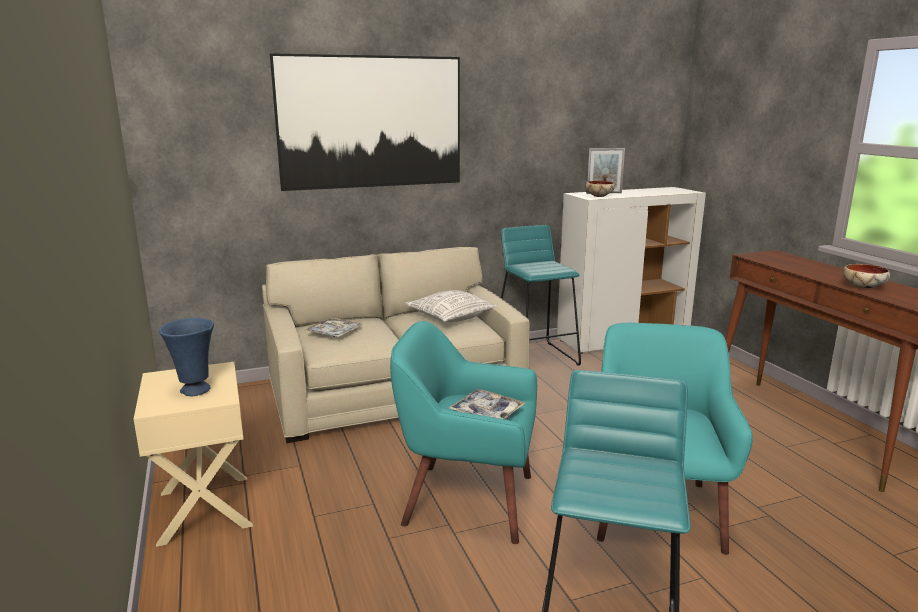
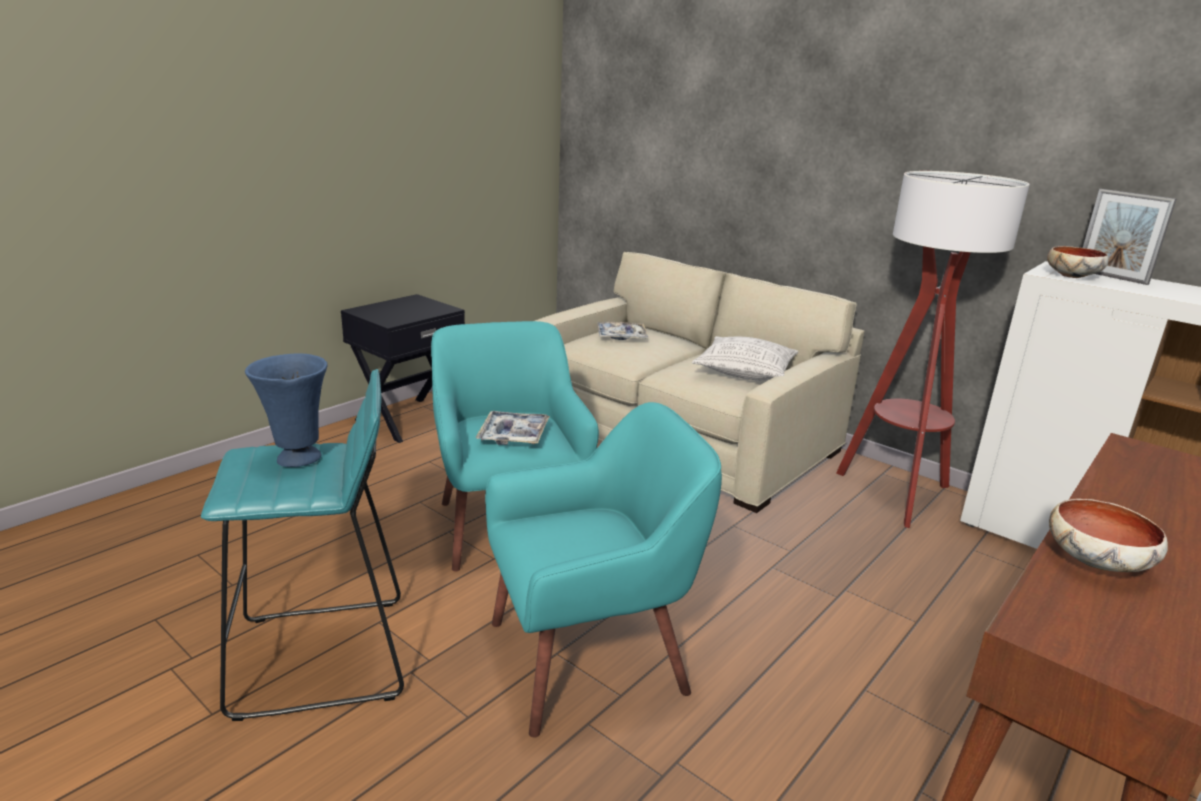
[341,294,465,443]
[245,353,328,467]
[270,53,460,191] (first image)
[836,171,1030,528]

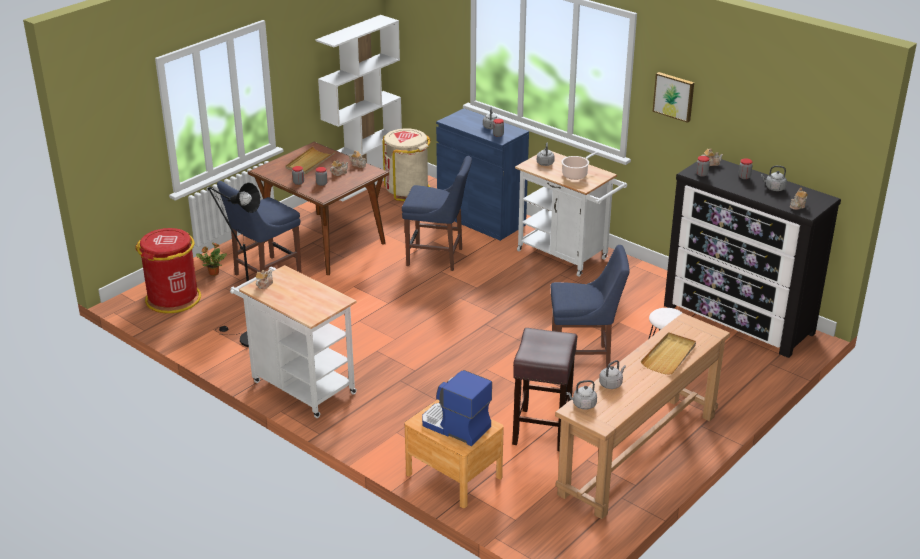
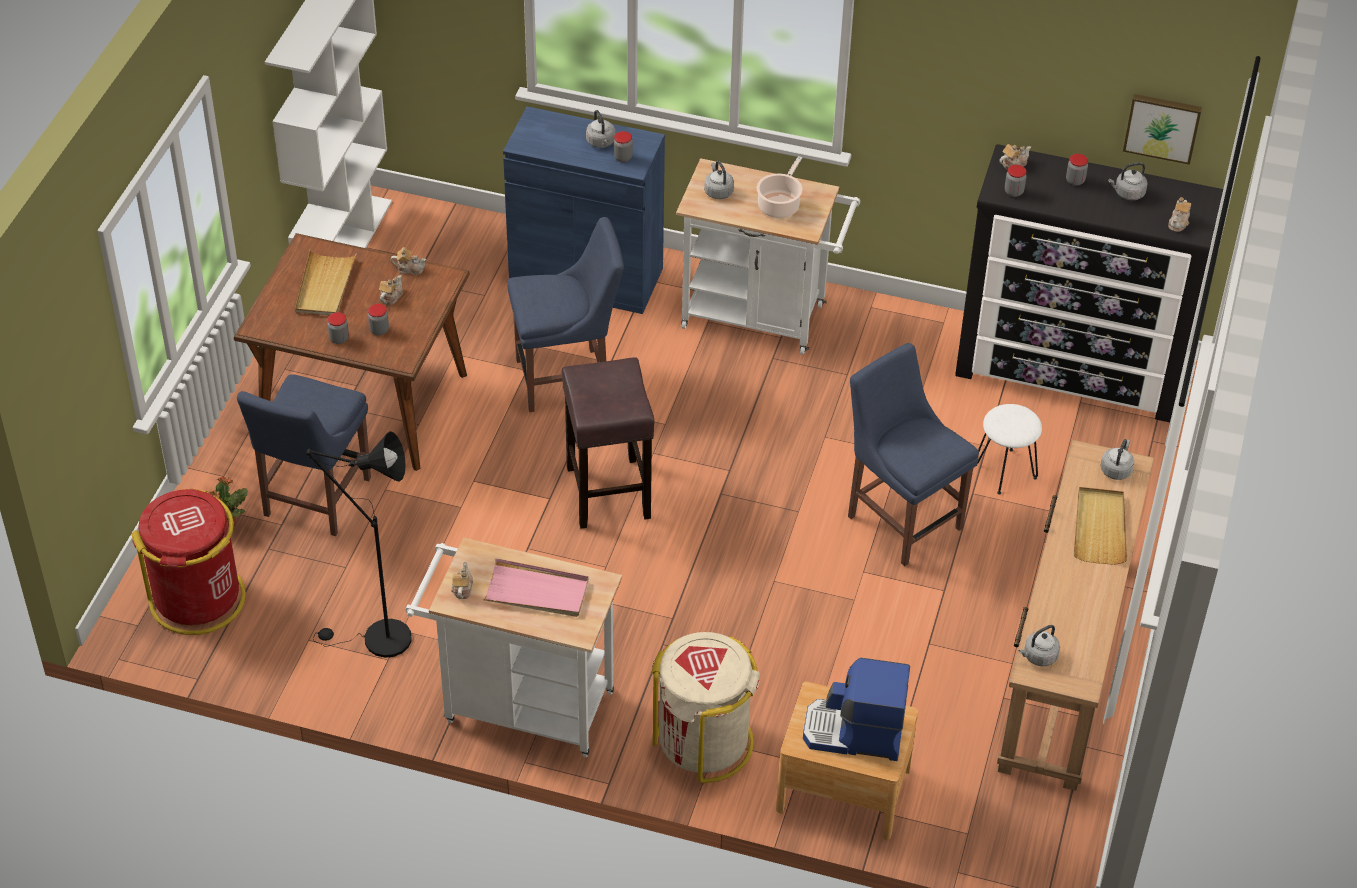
[652,632,760,783]
[562,357,654,528]
[848,343,979,566]
[1101,439,1134,480]
[1123,94,1202,165]
[483,558,589,617]

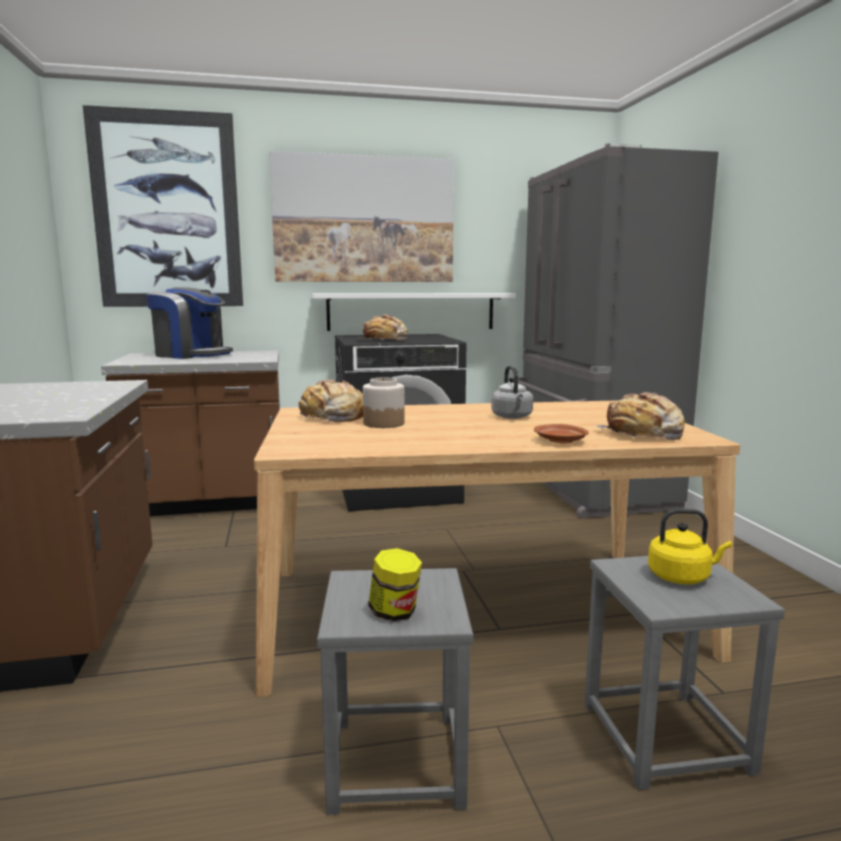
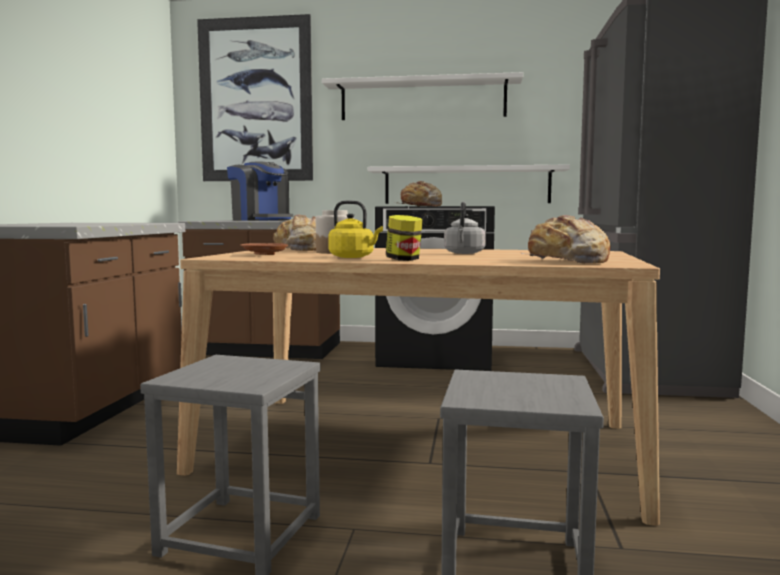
[322,72,523,120]
[386,215,423,261]
[240,243,288,255]
[328,200,383,258]

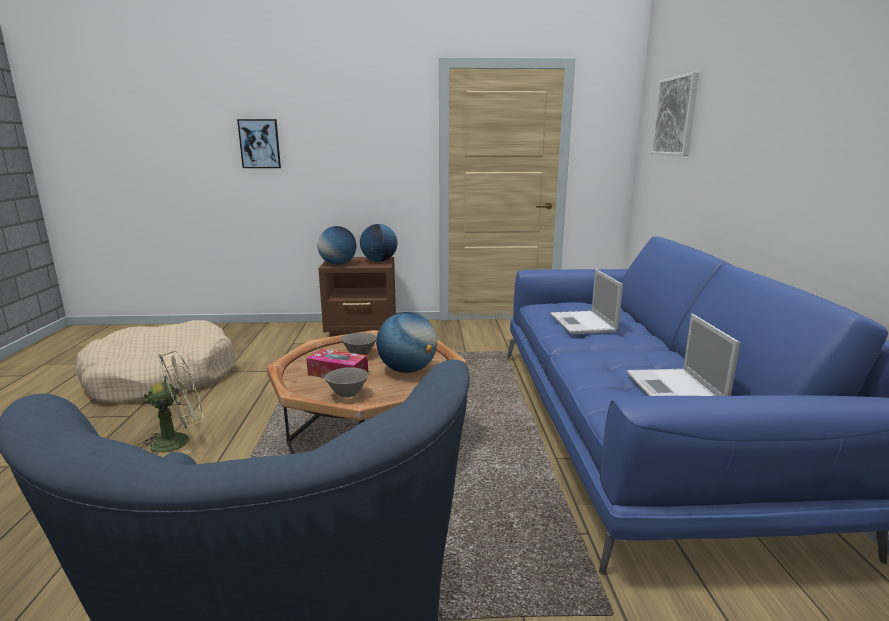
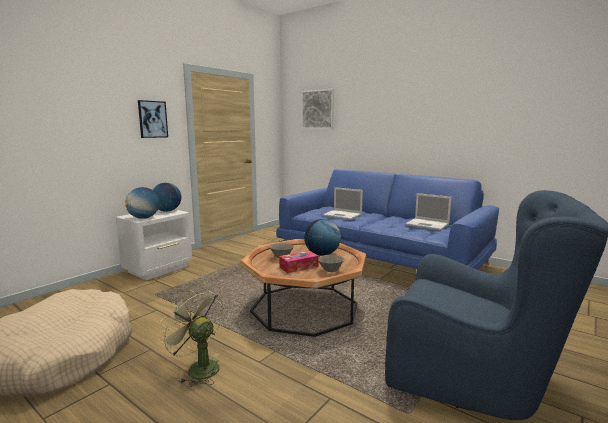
[159,289,223,387]
[138,100,168,138]
[116,209,192,280]

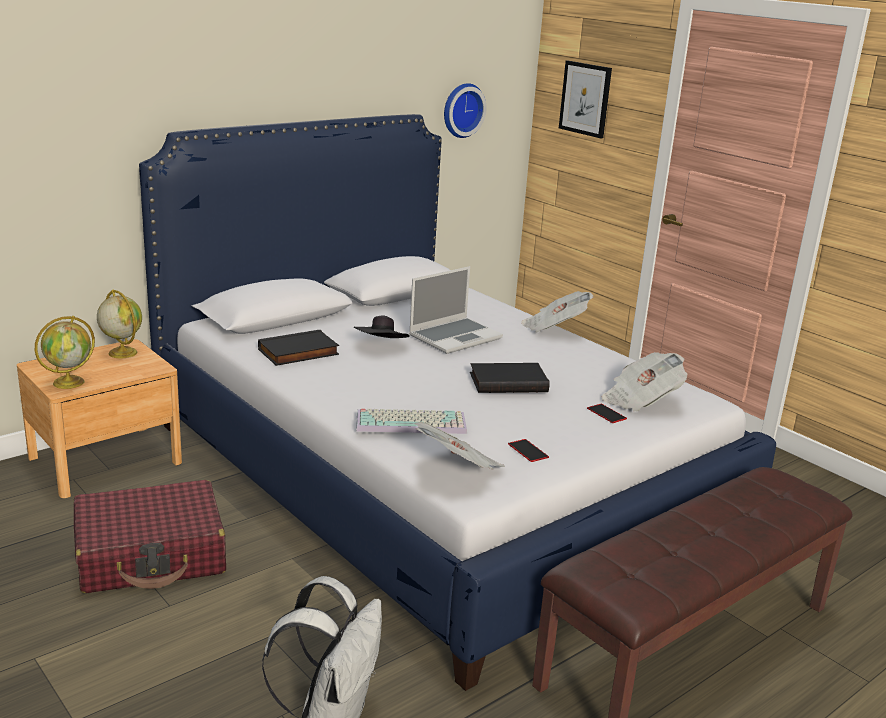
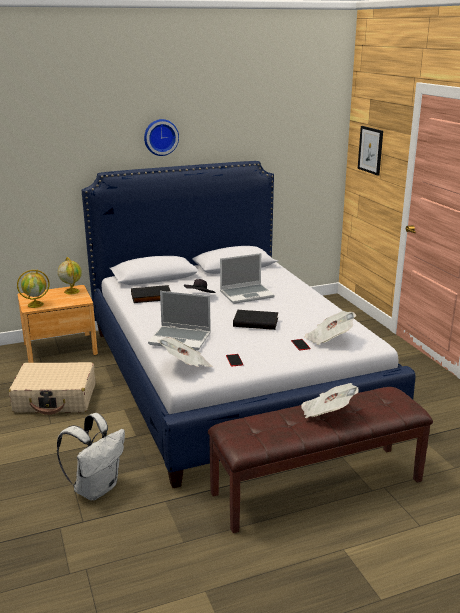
[9,362,96,415]
[148,291,211,351]
[144,119,179,156]
[301,383,359,418]

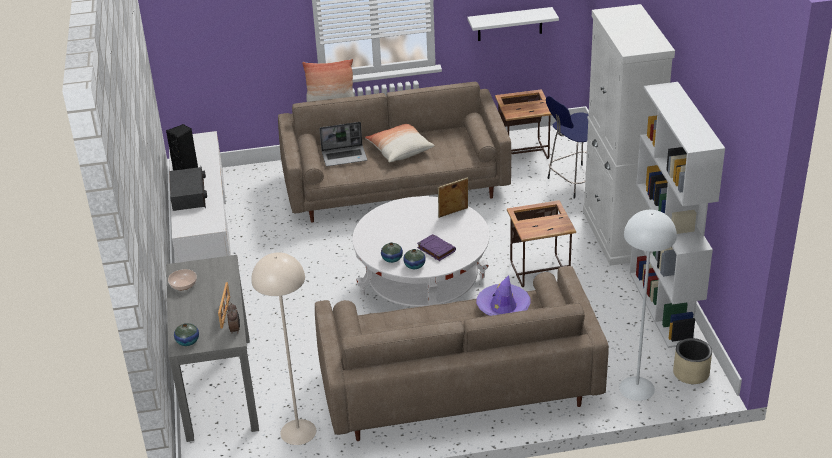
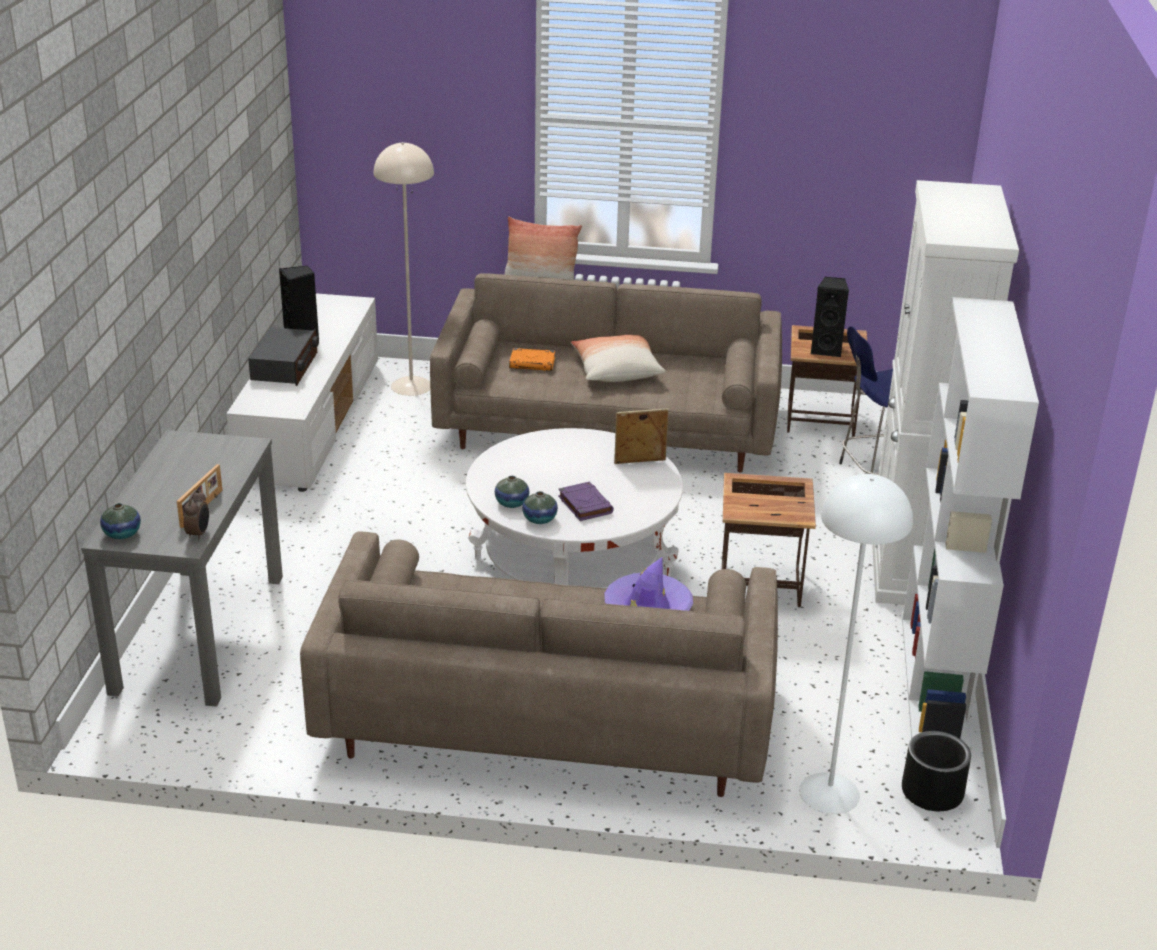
[168,269,197,290] (first image)
[374,142,434,396]
[509,348,555,371]
[467,7,559,41] (first image)
[902,731,971,811]
[811,277,849,357]

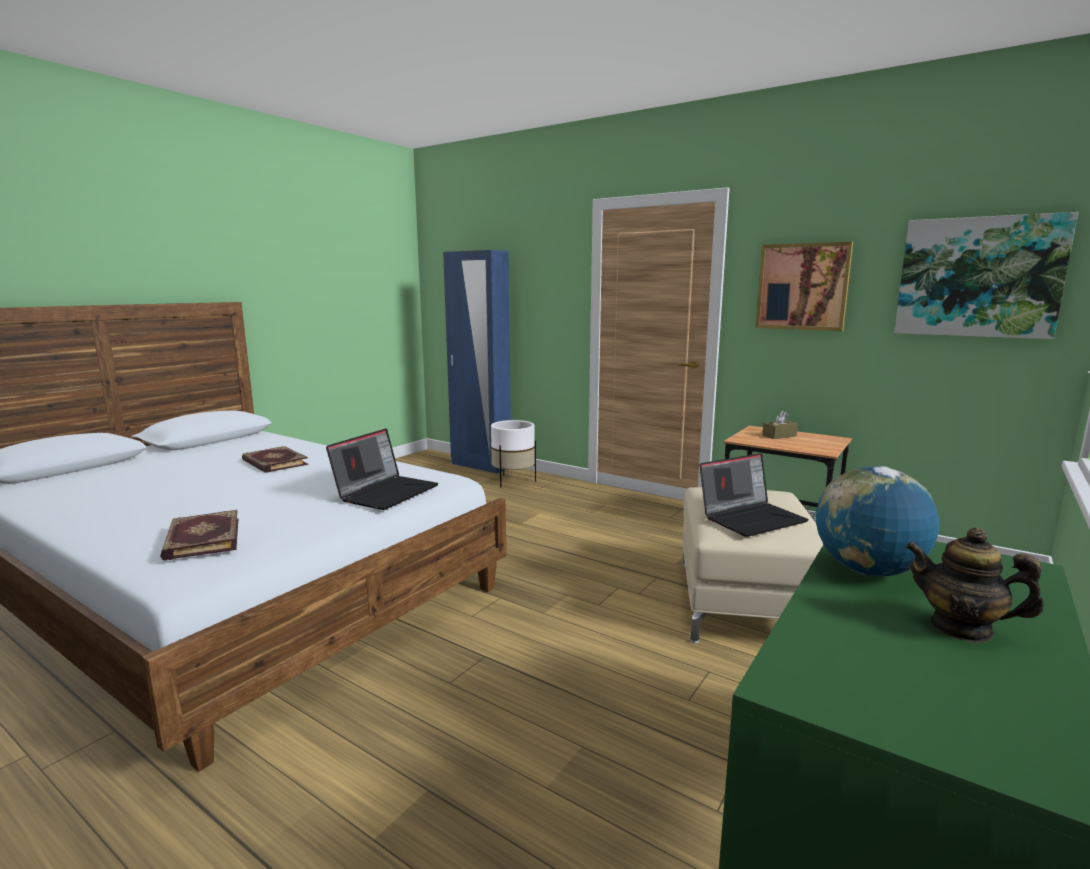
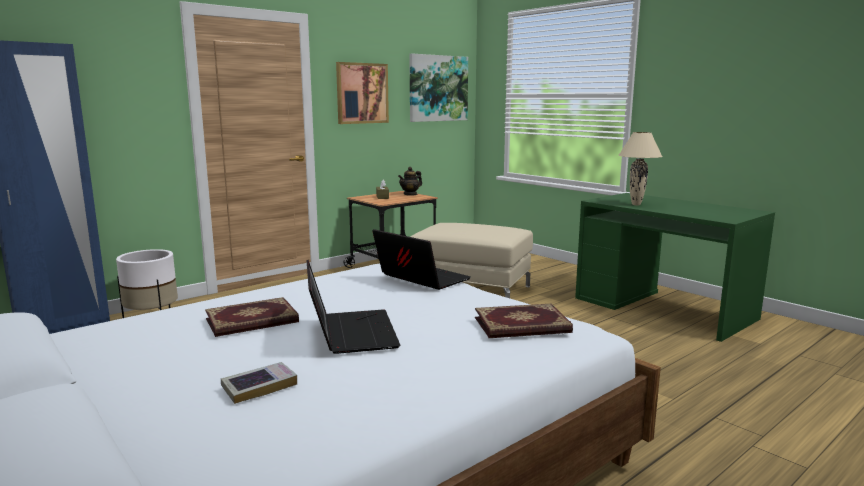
[307,260,400,354]
[618,132,663,205]
[398,167,422,196]
[221,362,297,404]

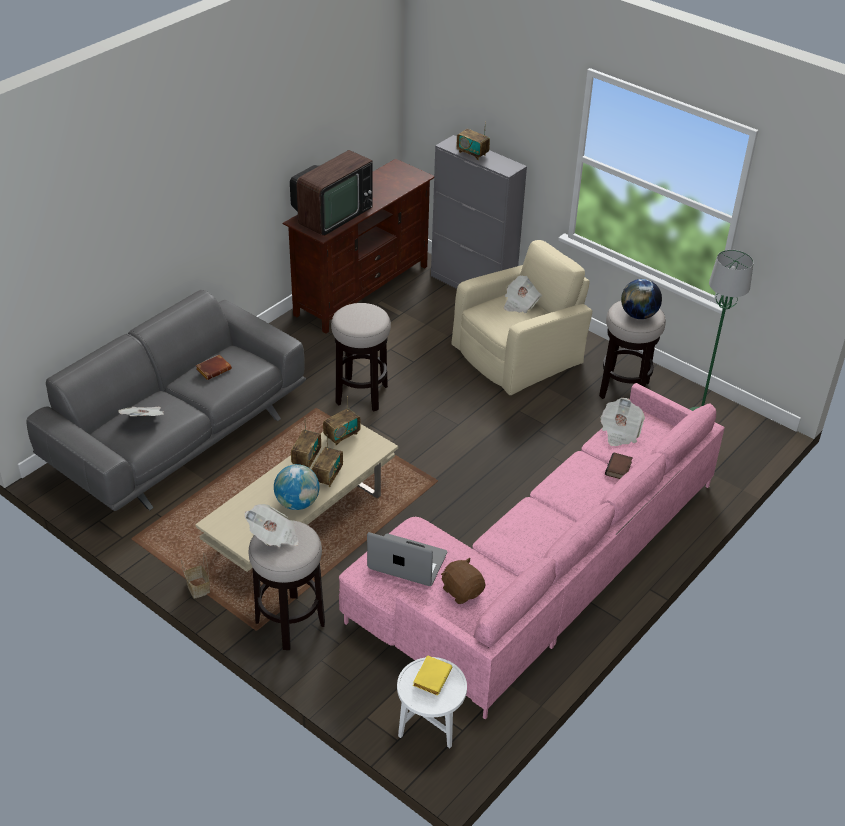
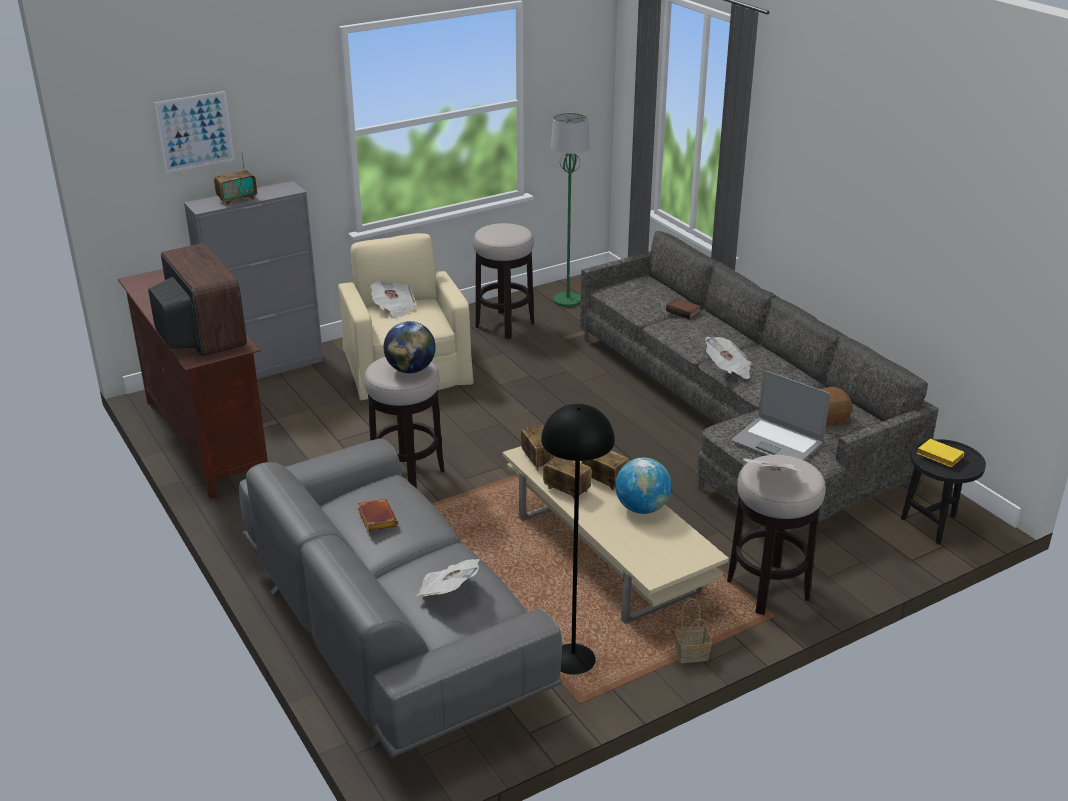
[580,231,939,534]
[732,371,830,460]
[901,439,986,545]
[705,337,751,379]
[384,321,436,373]
[154,91,235,173]
[541,404,615,675]

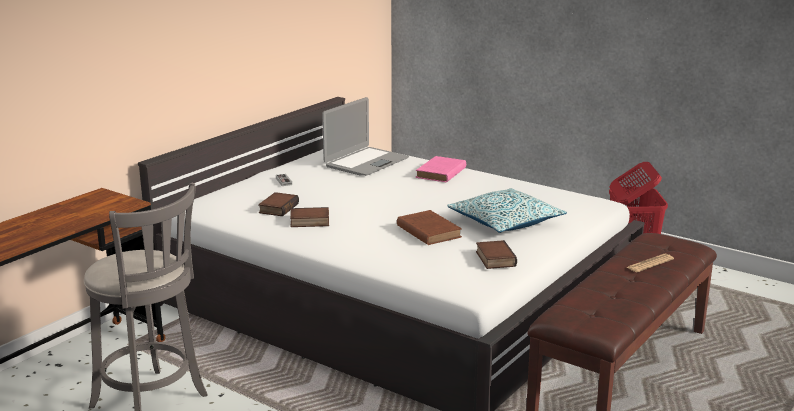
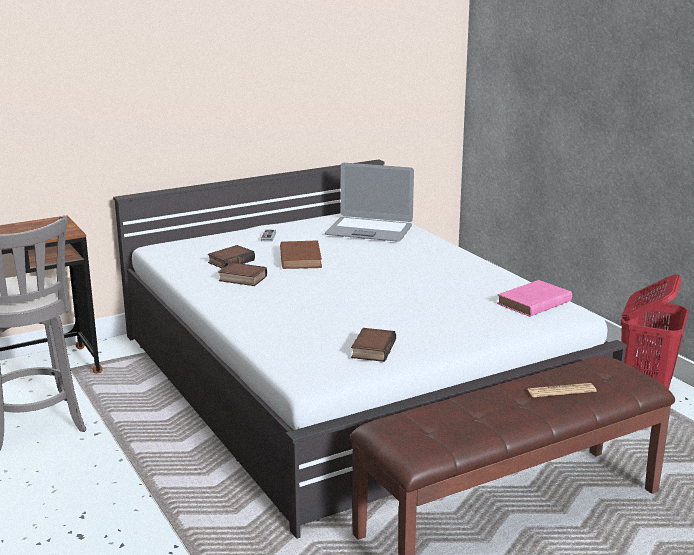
[325,163,414,242]
[280,241,322,269]
[497,280,572,317]
[447,188,567,233] (first image)

